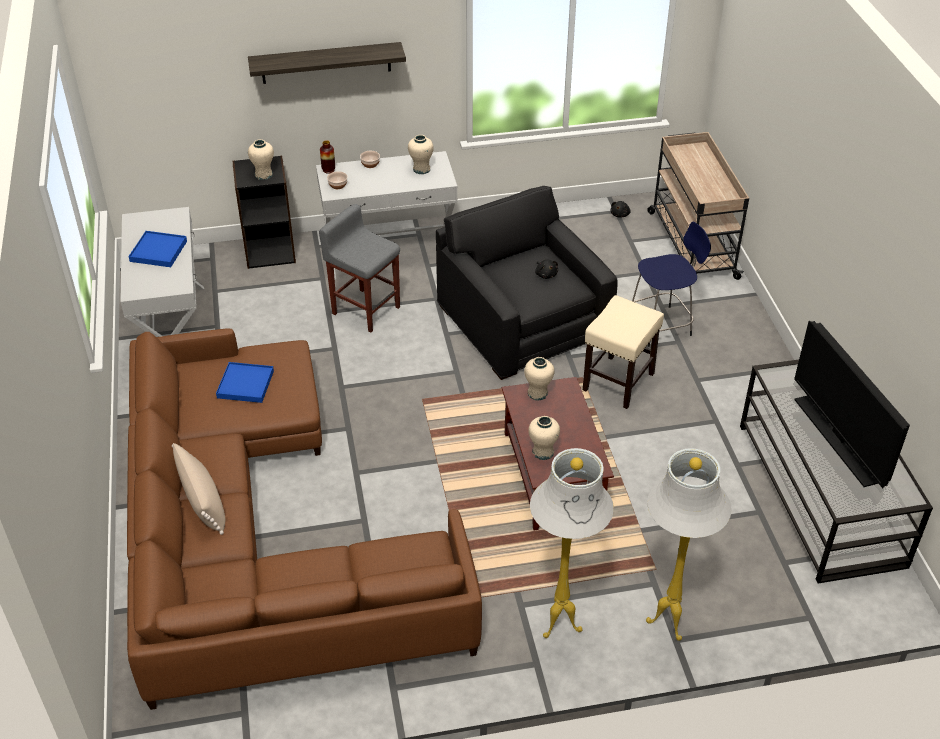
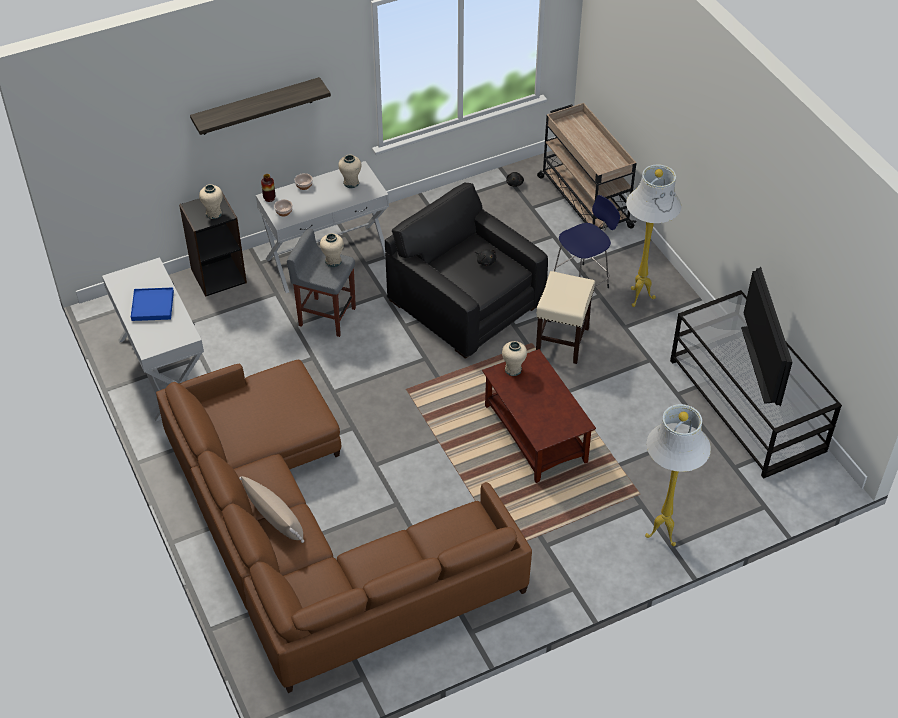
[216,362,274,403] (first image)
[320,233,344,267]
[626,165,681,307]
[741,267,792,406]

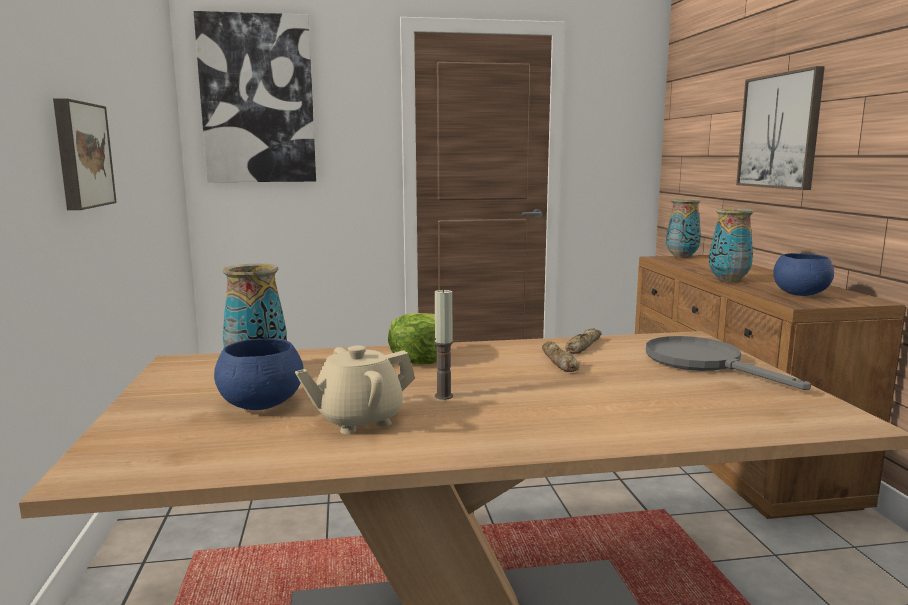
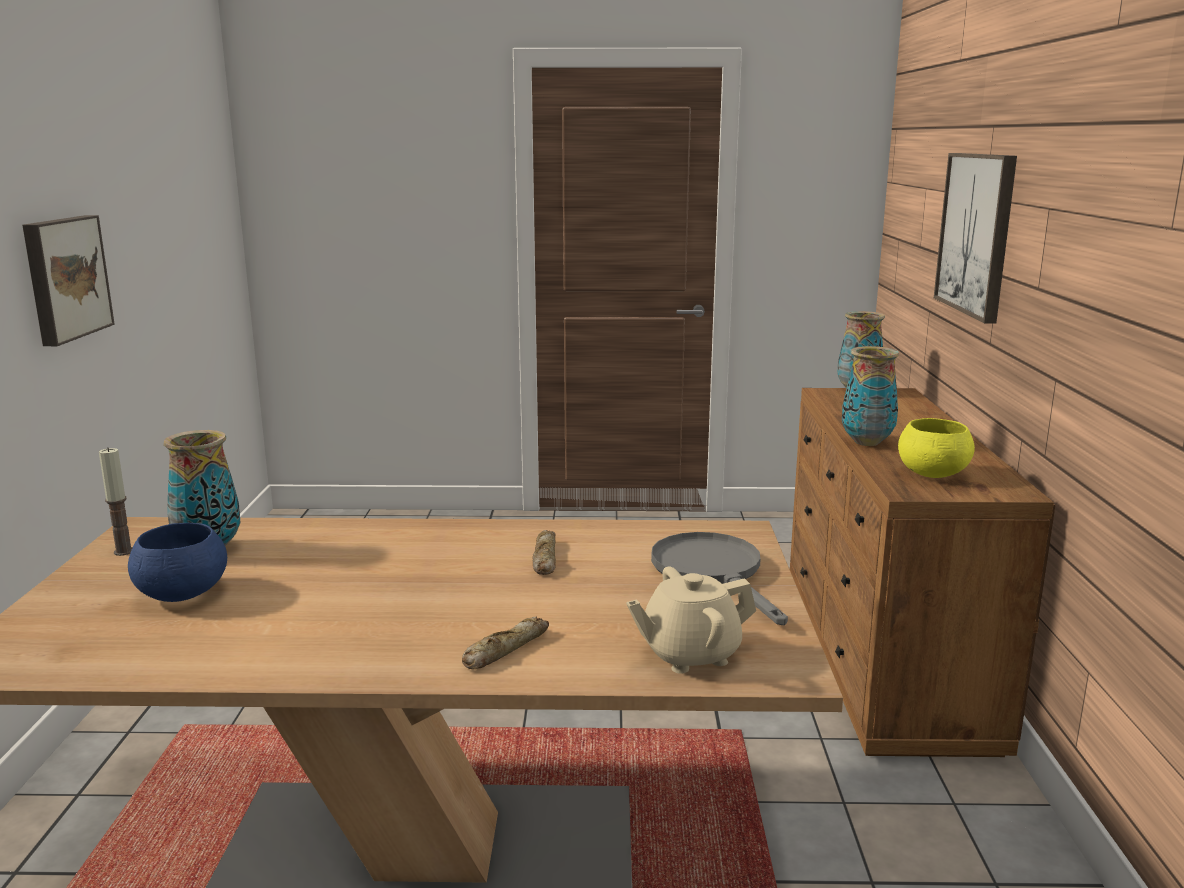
[194,11,316,182] (first image)
[626,566,756,674]
[388,313,437,365] (first image)
[99,447,132,556]
[462,617,549,669]
[898,418,975,478]

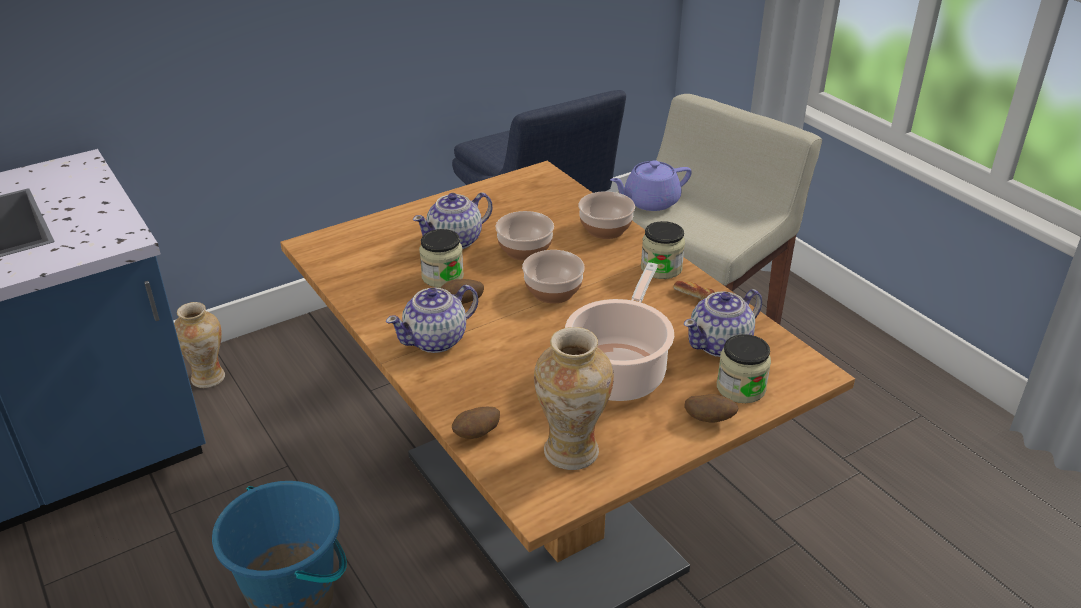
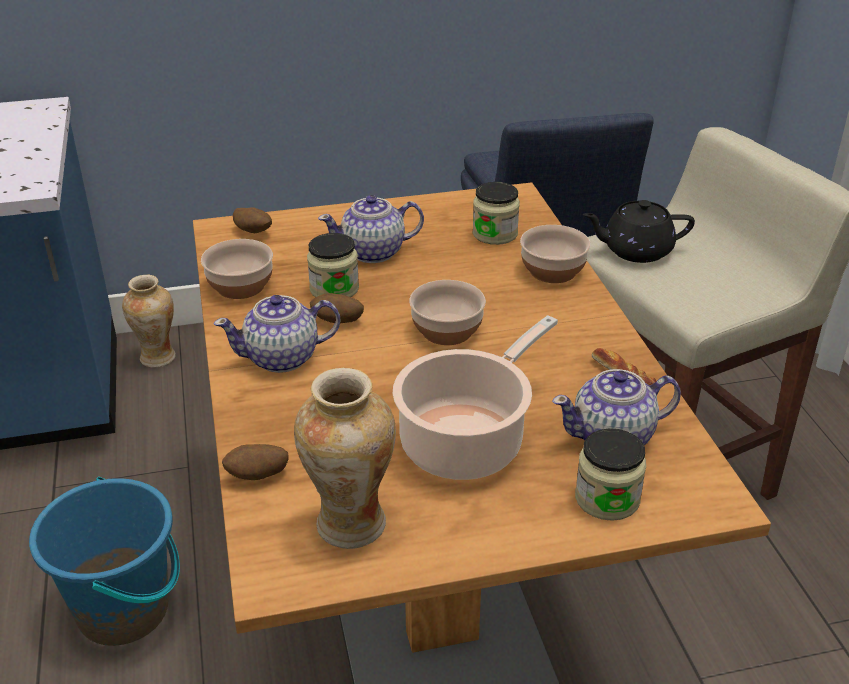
[201,239,273,299]
[583,200,695,263]
[472,182,520,245]
[233,207,272,233]

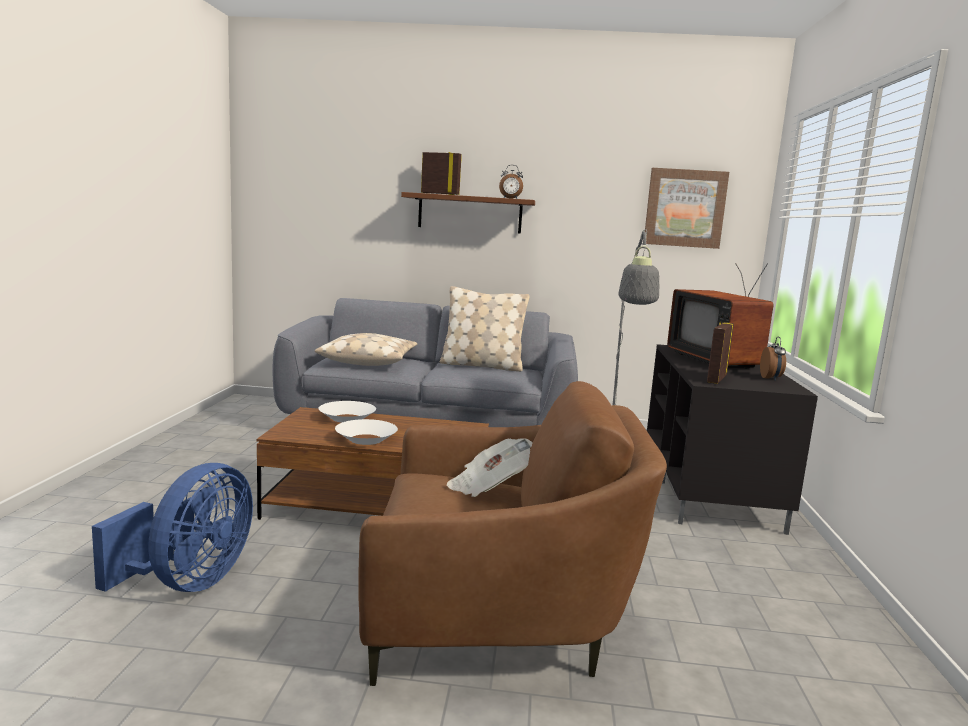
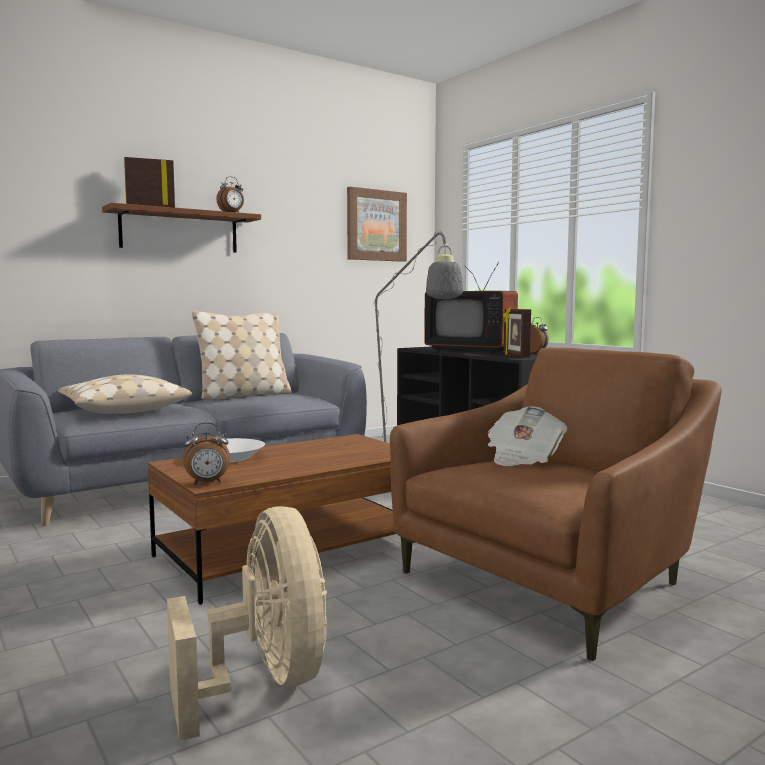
[167,506,327,741]
[335,419,398,445] (first image)
[183,422,230,485]

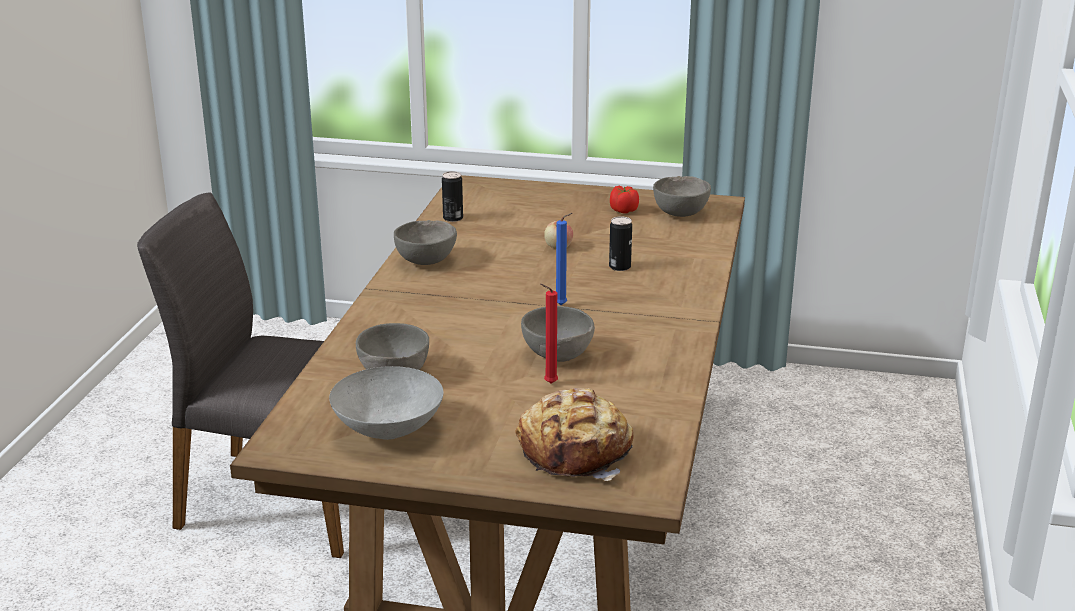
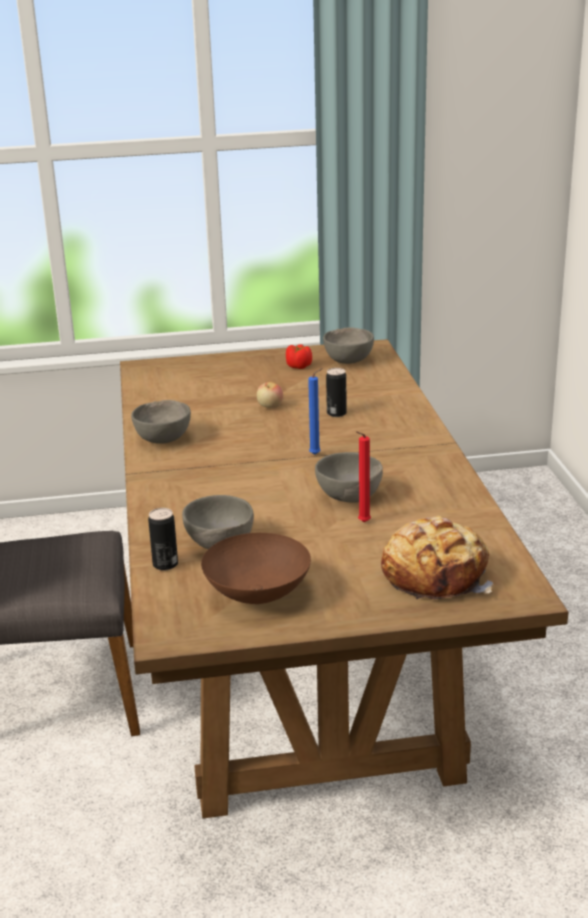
[201,533,311,604]
[148,508,178,570]

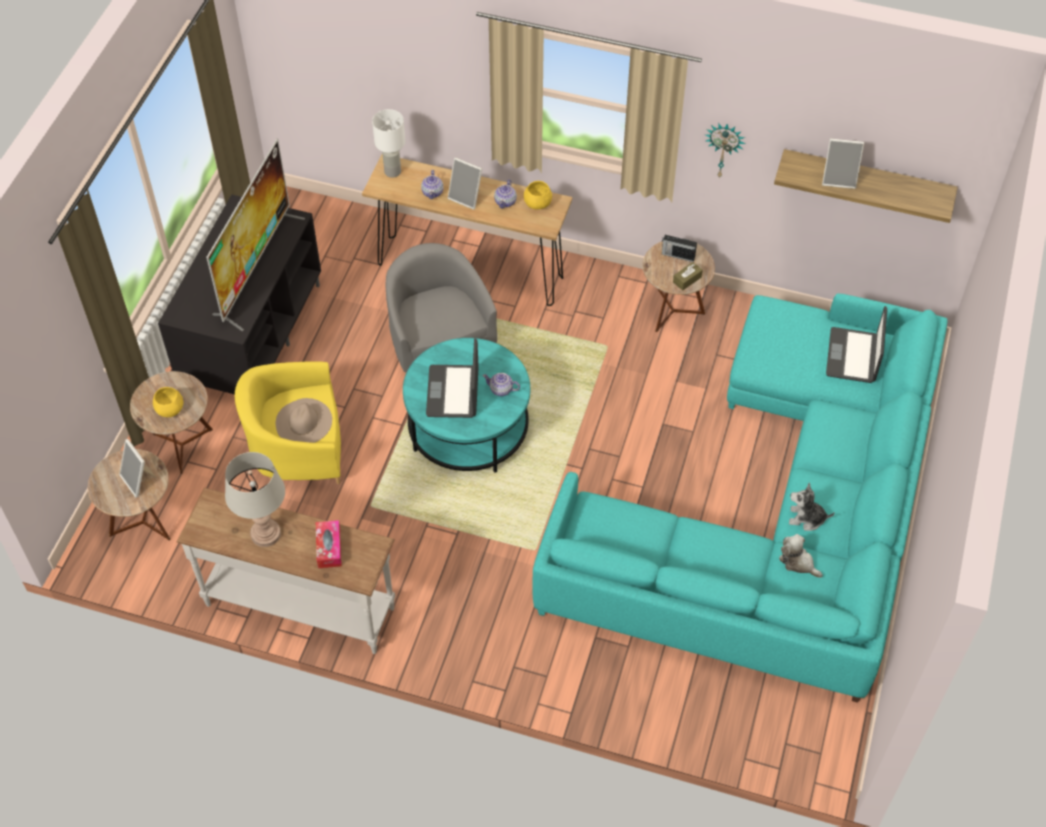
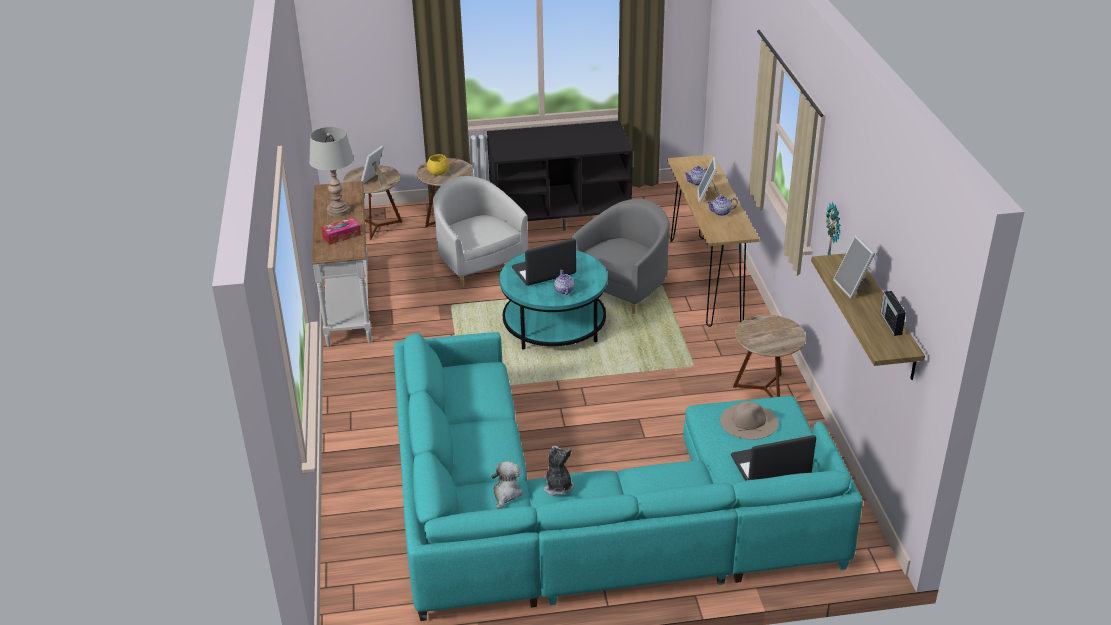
[206,139,305,331] (first image)
[433,176,528,287]
[720,401,778,440]
[372,109,405,178] (first image)
[524,181,552,209] (first image)
[880,291,906,336]
[673,262,703,291] (first image)

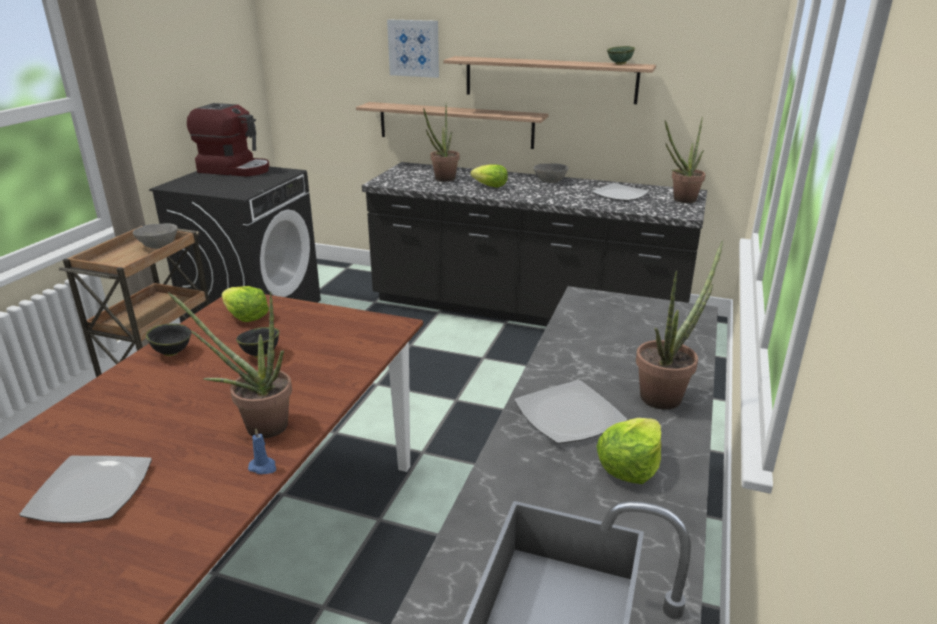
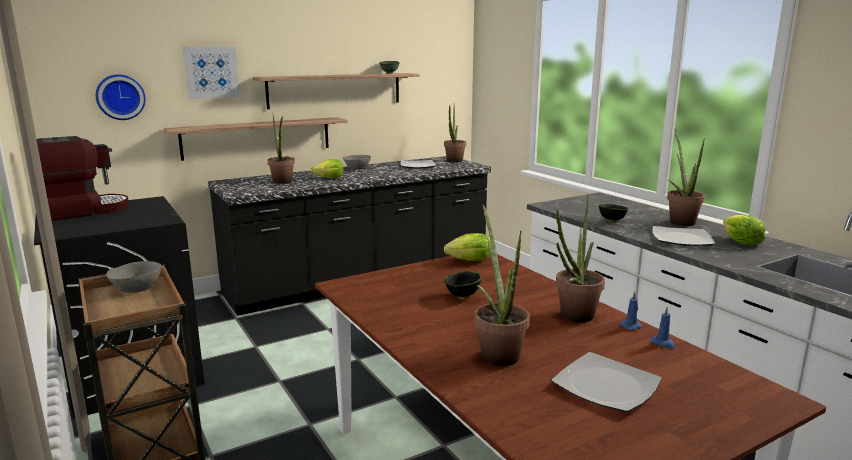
[599,204,629,222]
[444,233,491,261]
[96,74,146,120]
[474,205,530,366]
[651,307,676,349]

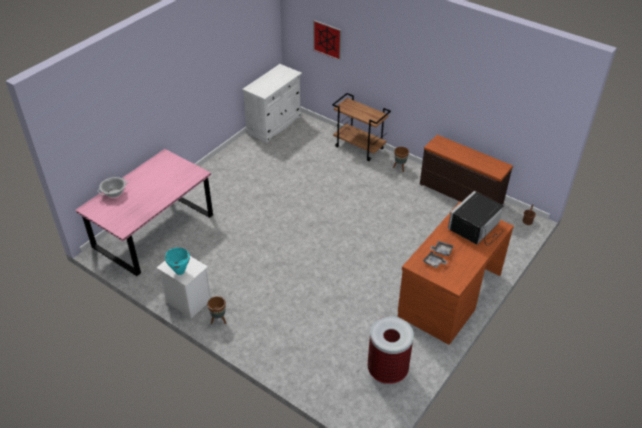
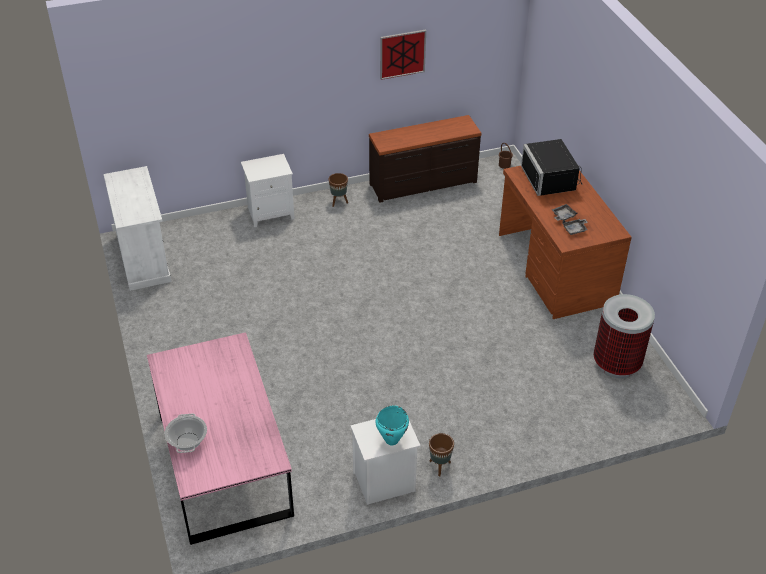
[380,30,426,80]
[241,154,295,227]

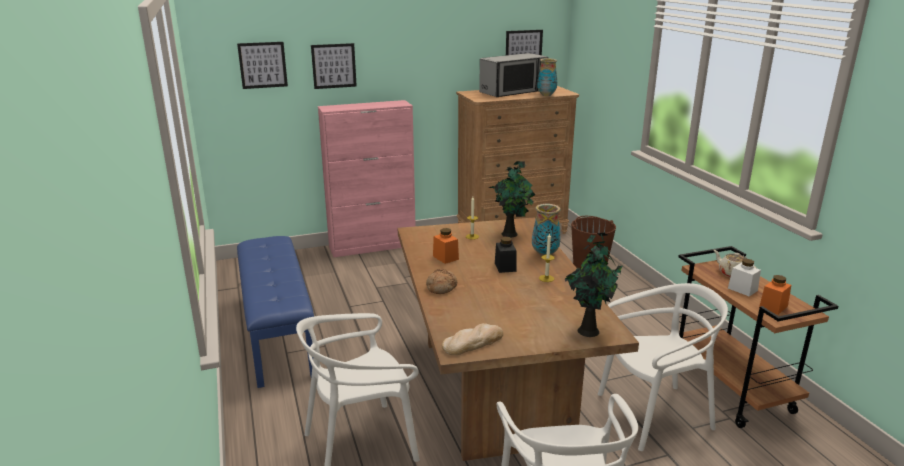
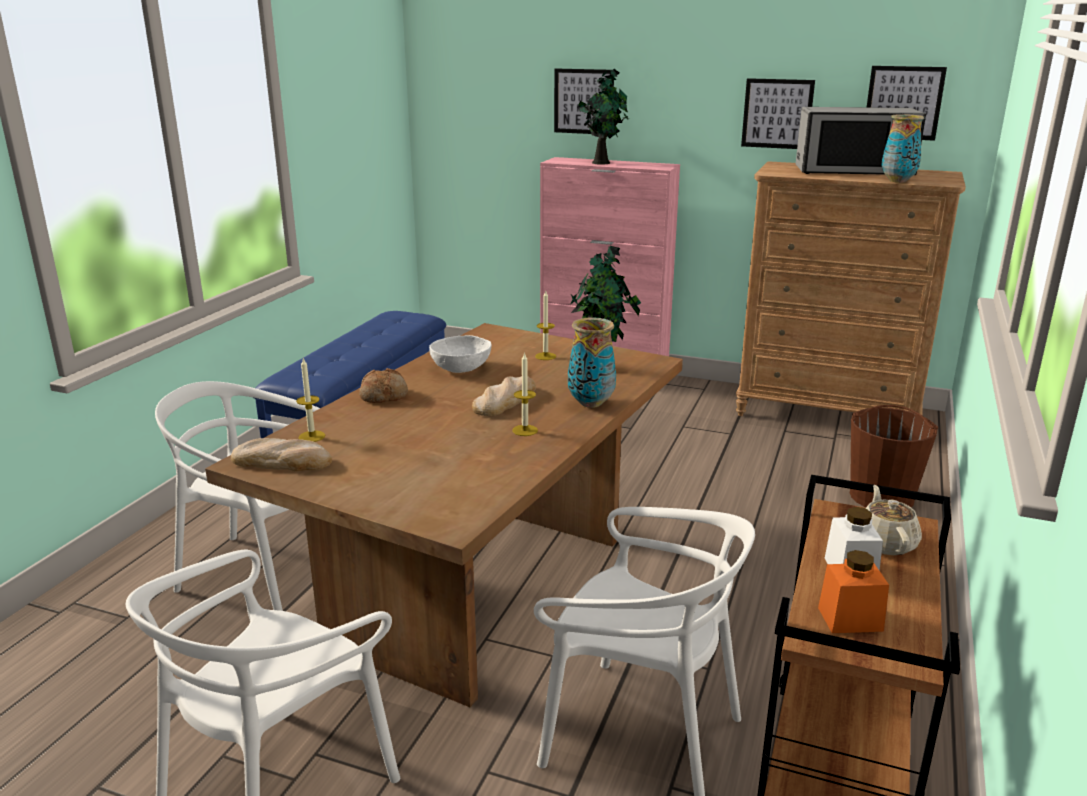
[741,78,815,149]
[429,335,492,373]
[472,376,536,416]
[577,69,629,165]
[296,358,325,442]

